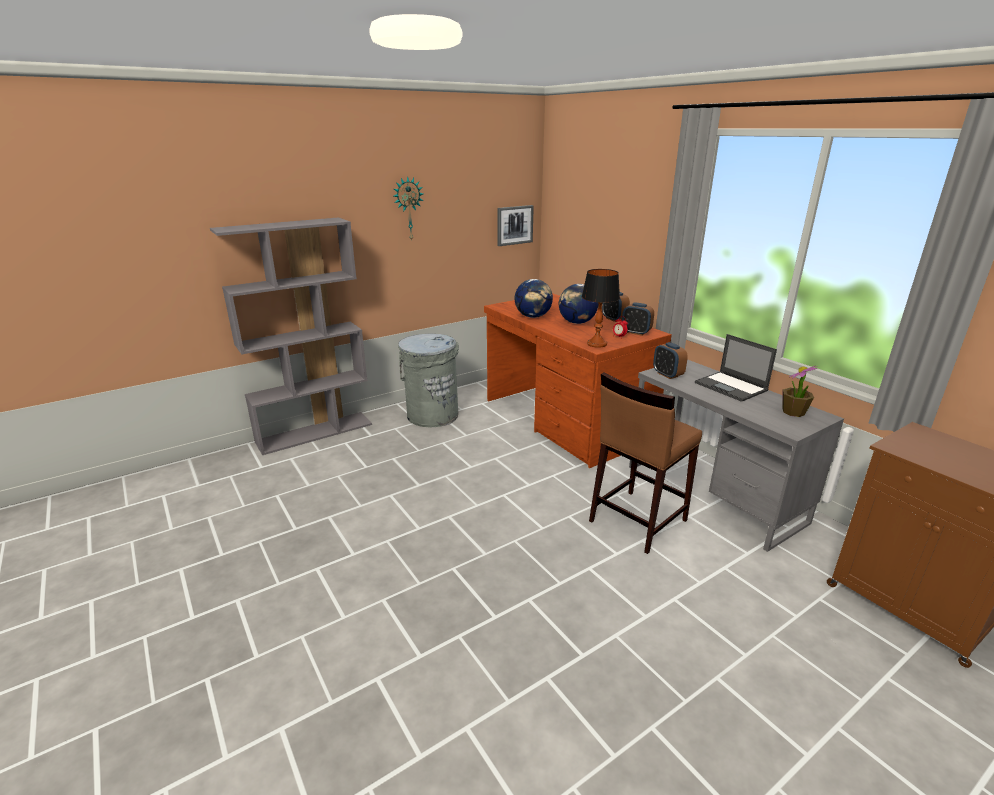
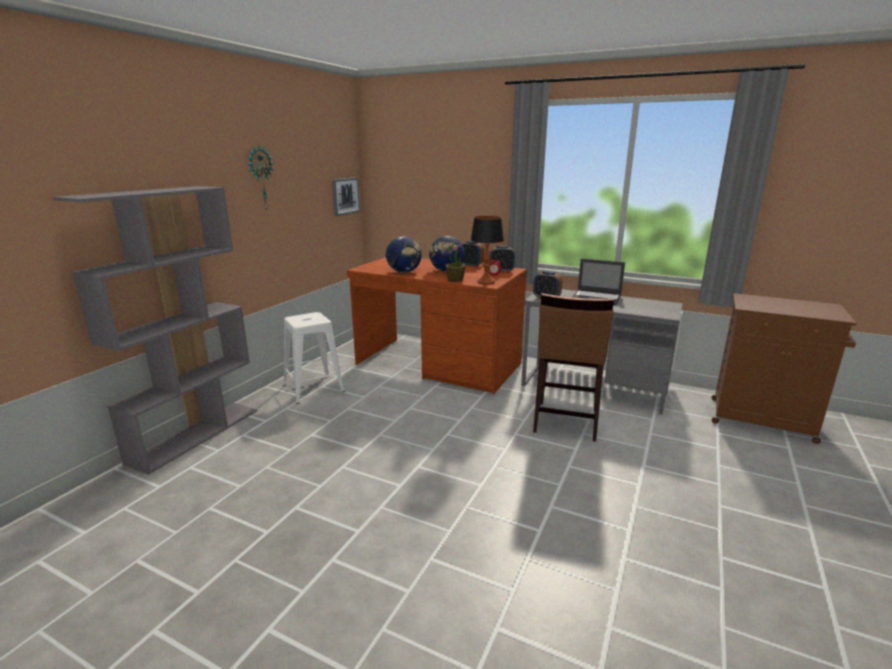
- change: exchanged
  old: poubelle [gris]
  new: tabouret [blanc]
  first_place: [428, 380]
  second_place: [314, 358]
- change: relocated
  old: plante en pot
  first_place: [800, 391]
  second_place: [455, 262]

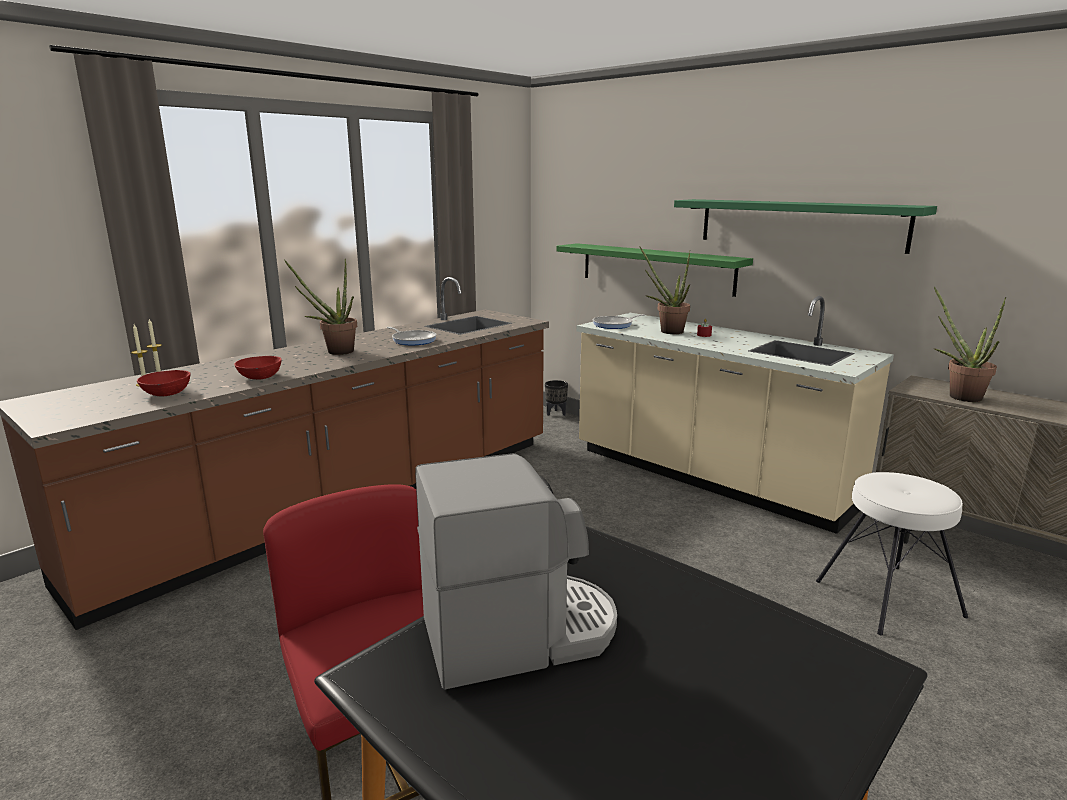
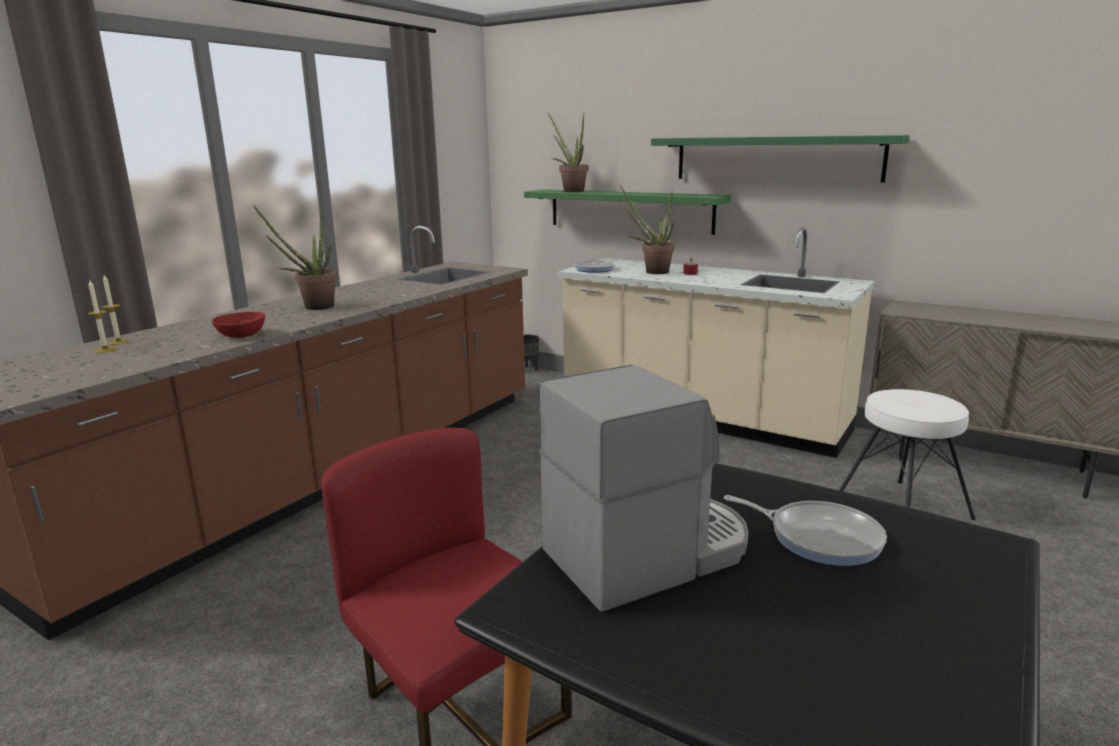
- change: relocated
  old: plante en pot
  first_place: [970, 344]
  second_place: [568, 152]
- change: relocated
  old: poêle
  first_place: [412, 336]
  second_place: [805, 530]
- change: missing
  old: bol [rouge]
  first_place: [163, 383]

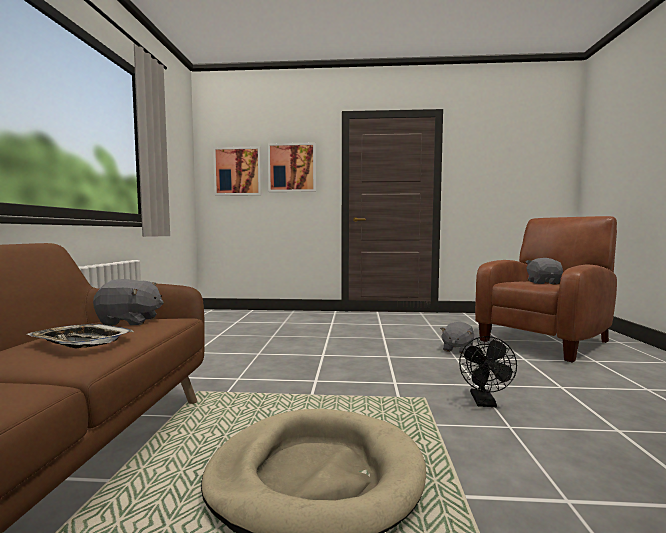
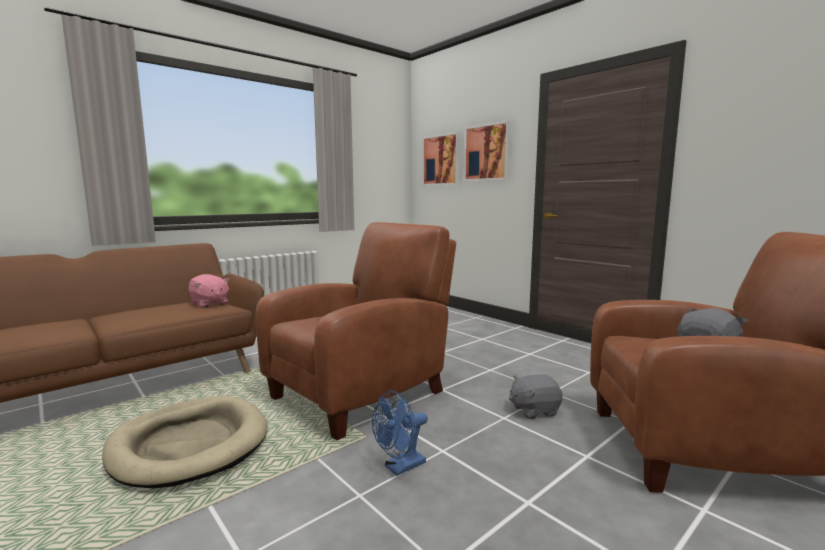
- change: colour
  old: peluche [gris]
  new: peluche [rose]
  first_place: [128, 302]
  second_place: [209, 291]
- change: missing
  old: plateau
  first_place: [80, 336]
- change: colour
  old: ventilateur [noir]
  new: ventilateur [bleu]
  first_place: [488, 371]
  second_place: [400, 433]
- change: appeared
  new: fauteuil [marron]
  second_place: [355, 331]

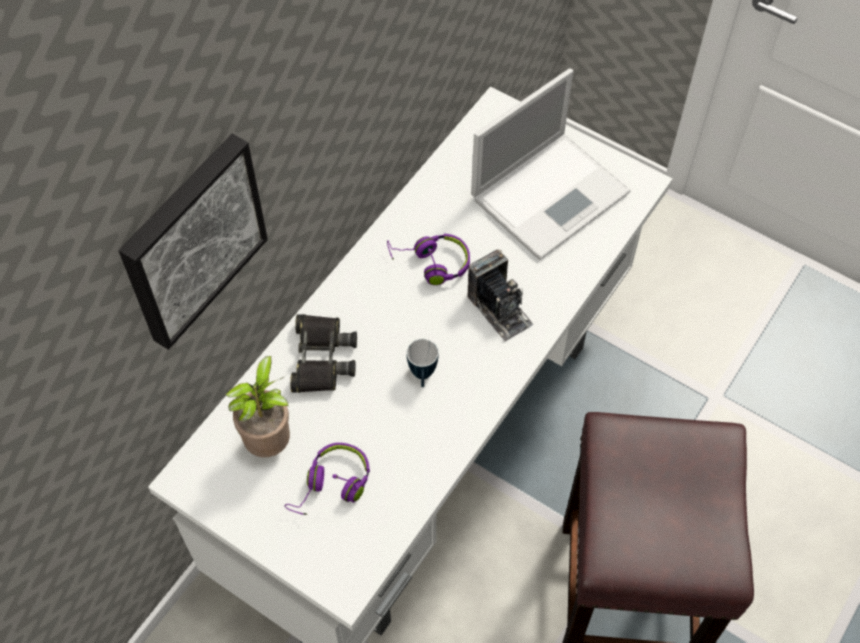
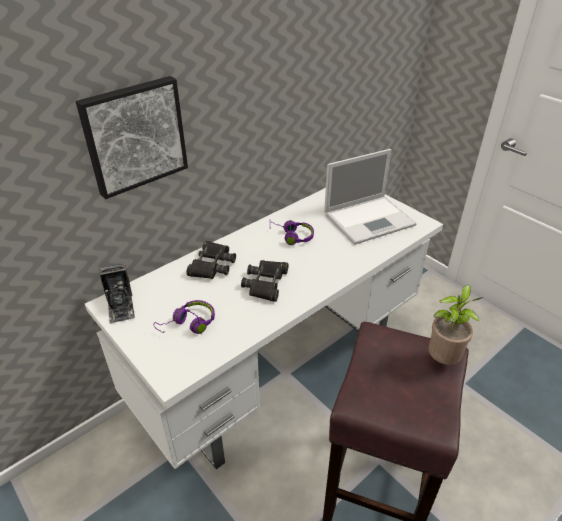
- change: relocated
  old: appareil photo
  first_place: [501, 295]
  second_place: [117, 294]
- change: exchanged
  old: mug
  new: jumelles [noir]
  first_place: [422, 363]
  second_place: [265, 281]
- change: relocated
  old: plante en pot
  first_place: [258, 406]
  second_place: [455, 325]

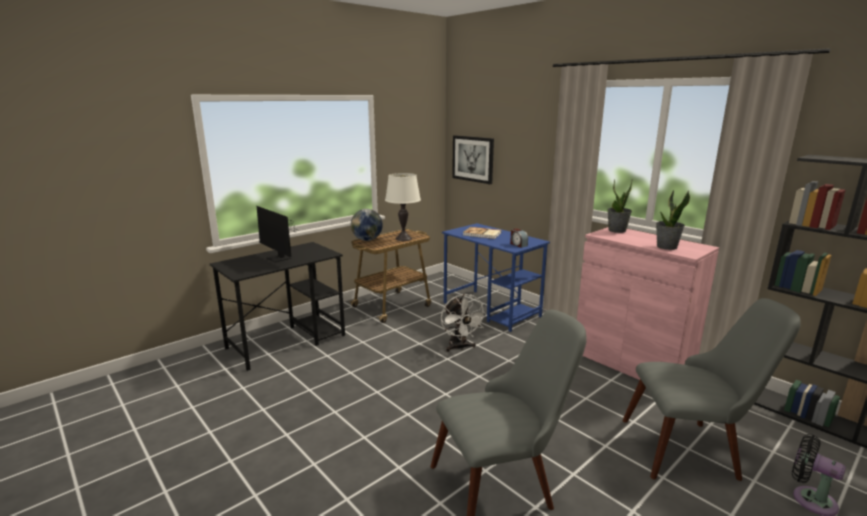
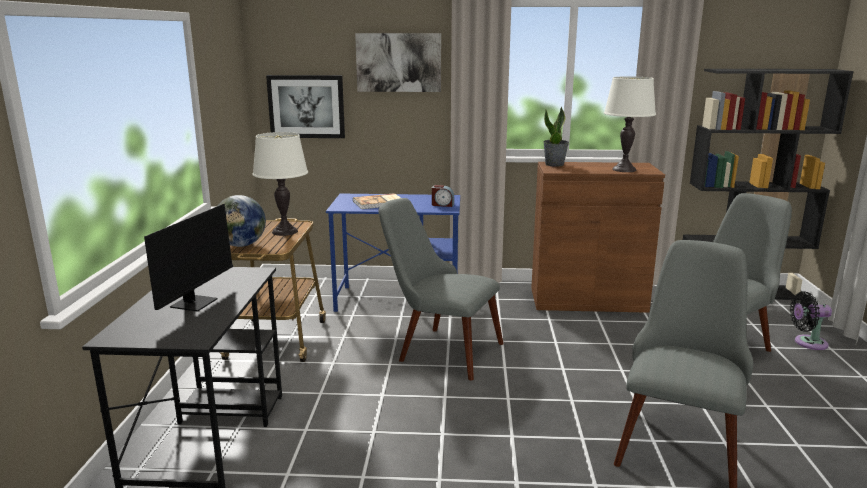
- change: exchanged
  old: plante en pot
  new: lampe de table [blanc]
  first_place: [673, 220]
  second_place: [630, 124]
- change: spun
  old: écran d'ordinateur
  first_place: [276, 234]
  second_place: [194, 257]
  degrees: -75
- change: colour
  old: meuble de rangement [rose]
  new: meuble de rangement [marron]
  first_place: [648, 303]
  second_place: [598, 237]
- change: exchanged
  old: ventilateur [blanc]
  new: chaise [gris]
  first_place: [464, 323]
  second_place: [440, 289]
- change: appeared
  new: tableau
  second_place: [398, 62]

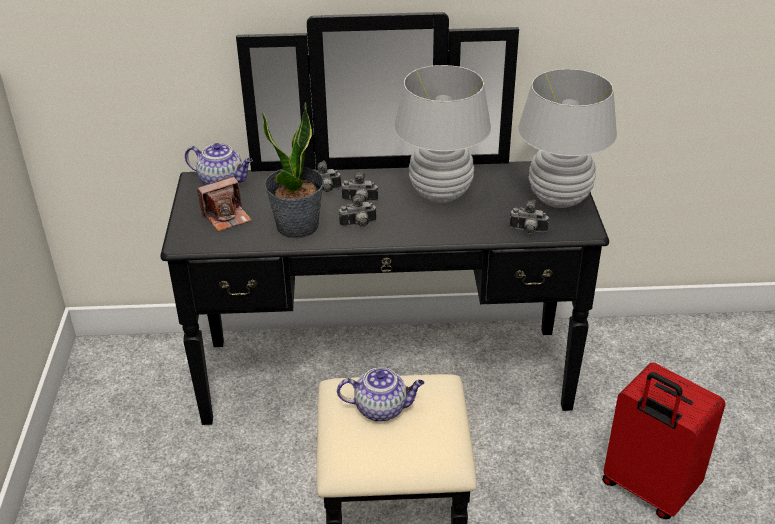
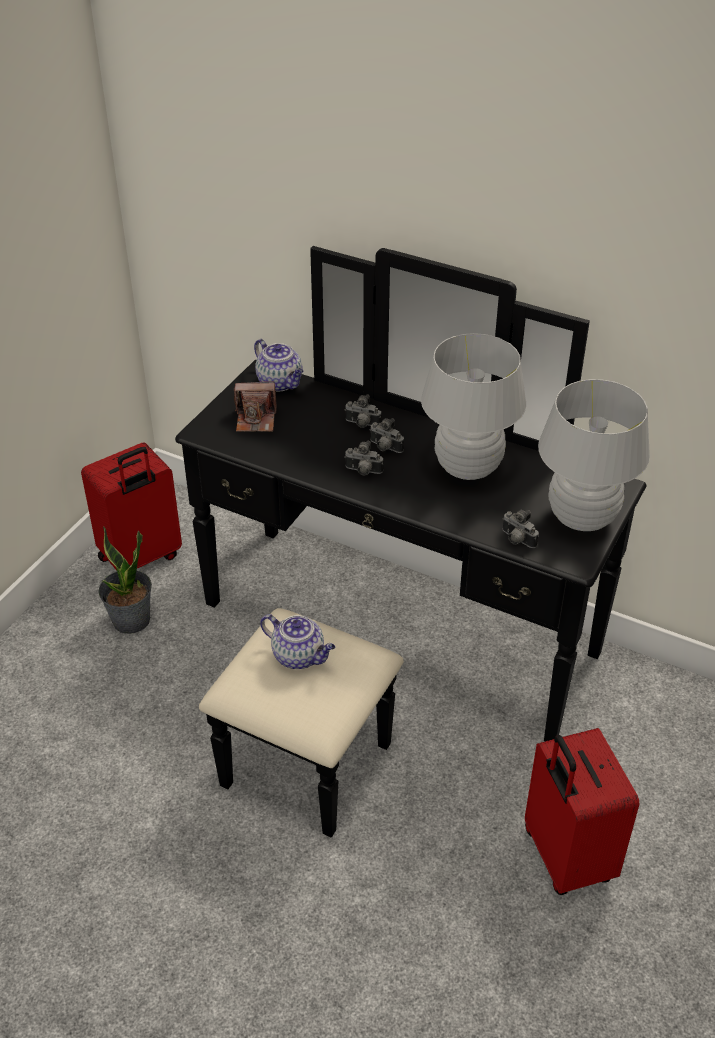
- change: relocated
  old: plante en pot
  first_place: [293, 170]
  second_place: [125, 580]
- change: appeared
  new: valise [rouge]
  second_place: [131, 507]

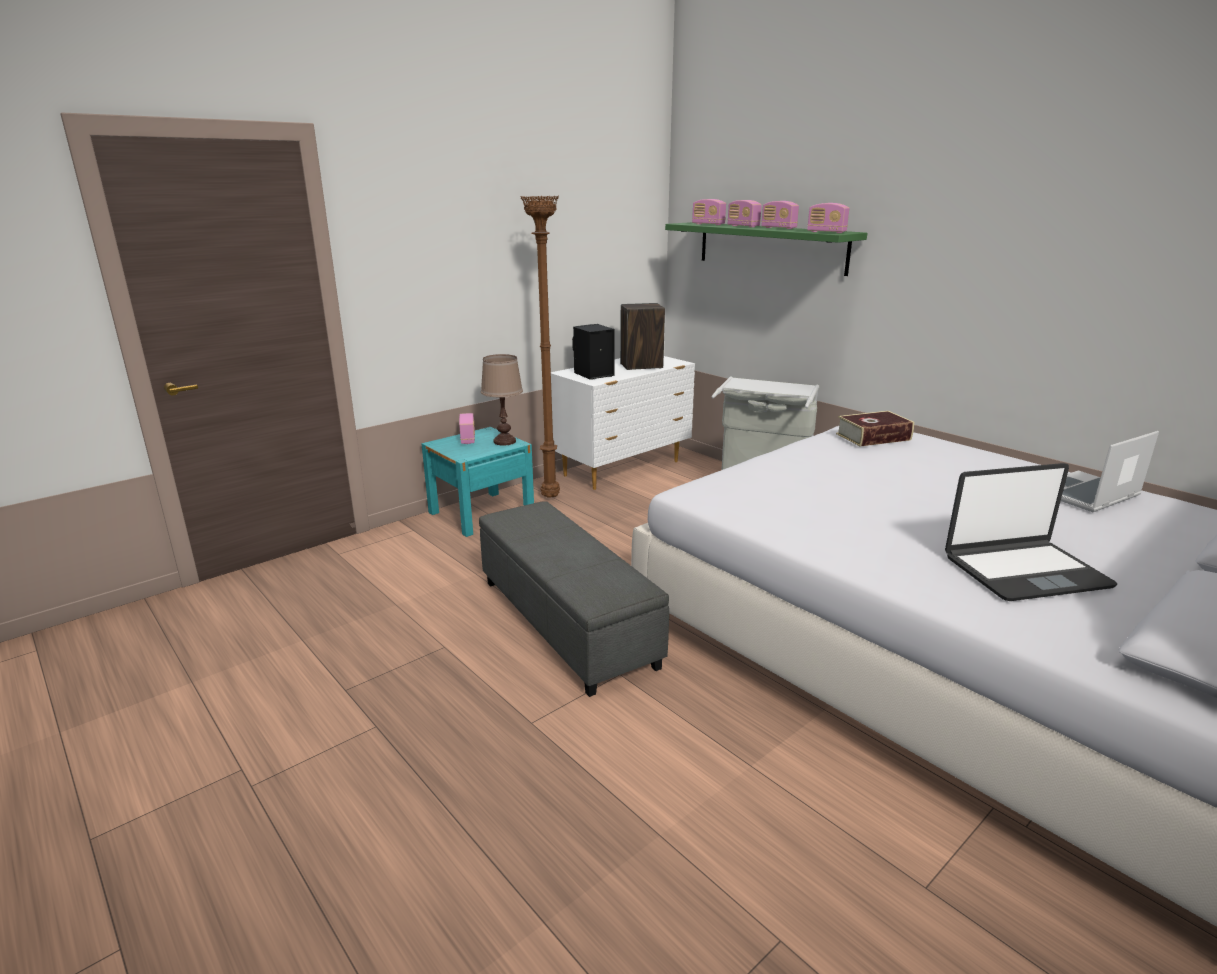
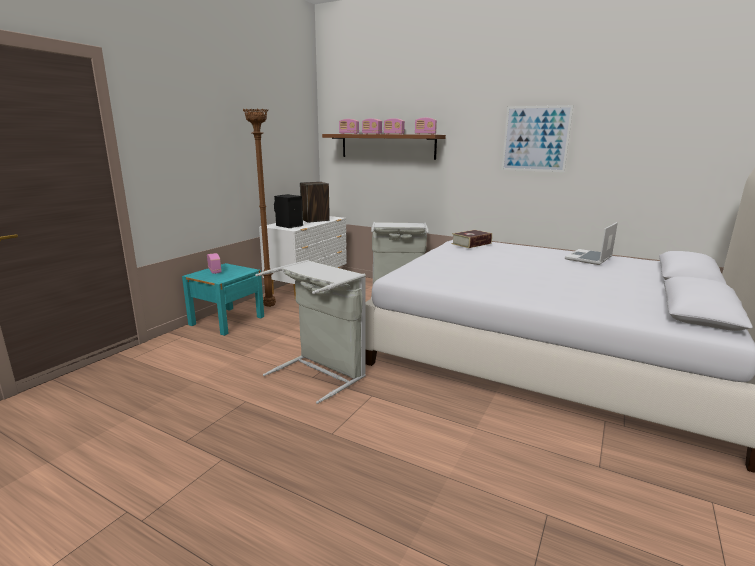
- change: colour
  old: étagère [vert]
  new: étagère [marron]
  first_place: [766, 249]
  second_place: [384, 147]
- change: missing
  old: lampe de table [marron]
  first_place: [502, 400]
- change: missing
  old: ordinateur portable
  first_place: [1031, 532]
- change: exchanged
  old: pouf [gris]
  new: panier à linge [gris]
  first_place: [574, 599]
  second_place: [310, 332]
- change: appeared
  new: tableau
  second_place: [537, 138]

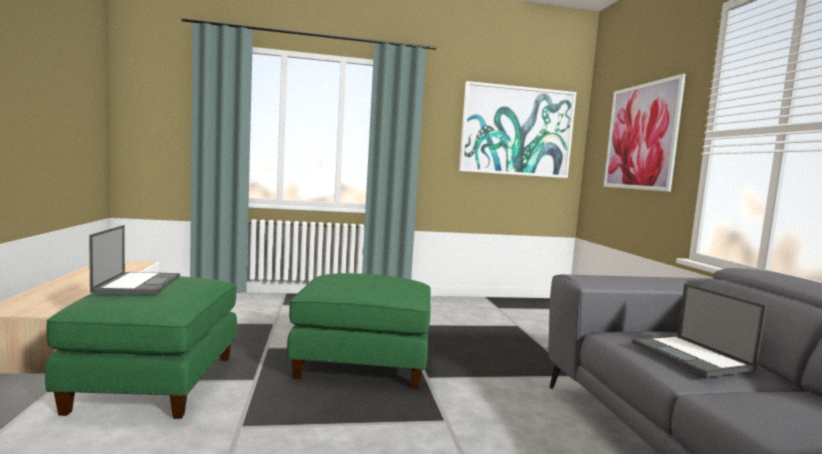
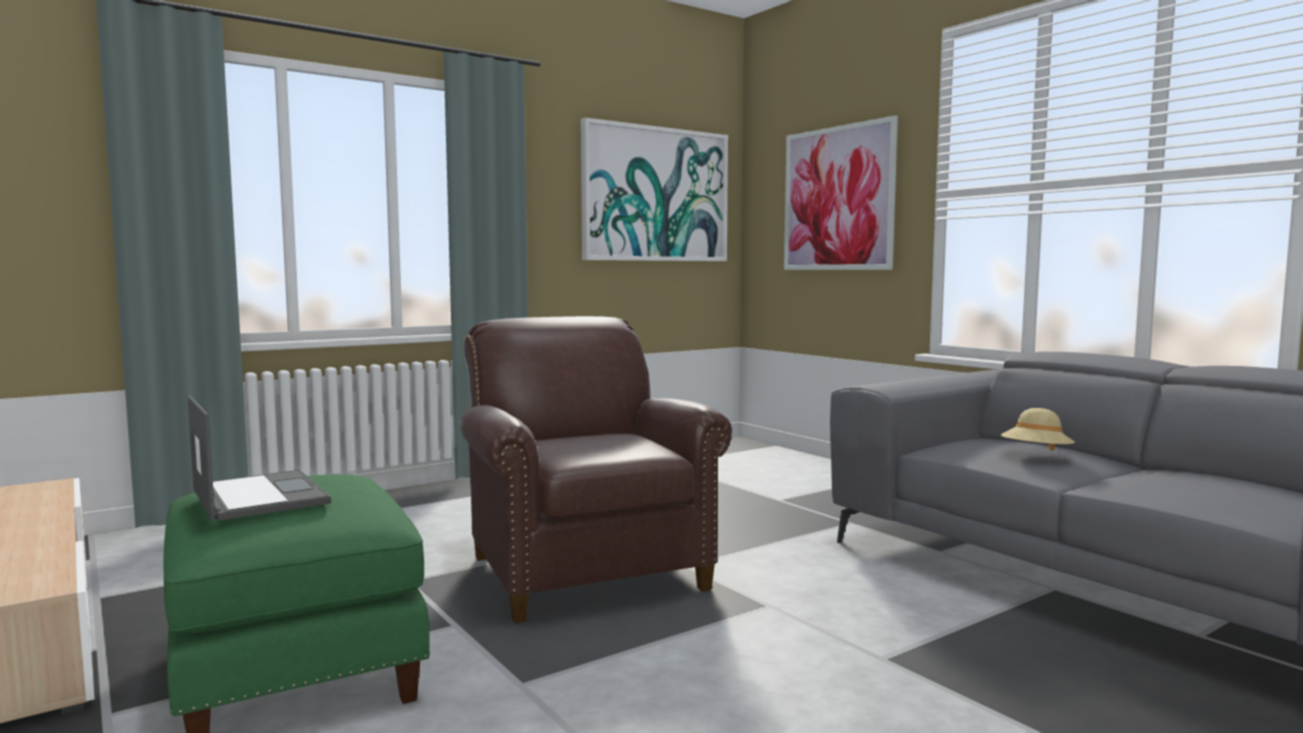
- change: exchanged
  old: pouf [vert]
  new: fauteuil [marron]
  first_place: [359, 331]
  second_place: [596, 469]
- change: exchanged
  old: ordinateur portable
  new: chapeau [beige]
  first_place: [699, 330]
  second_place: [1037, 429]

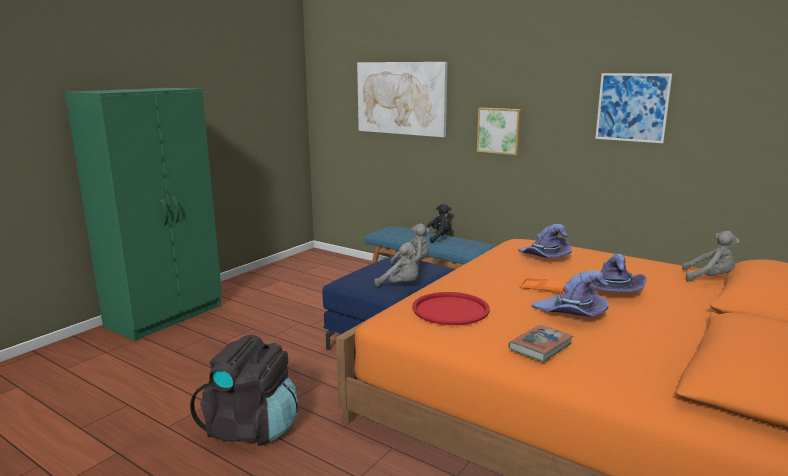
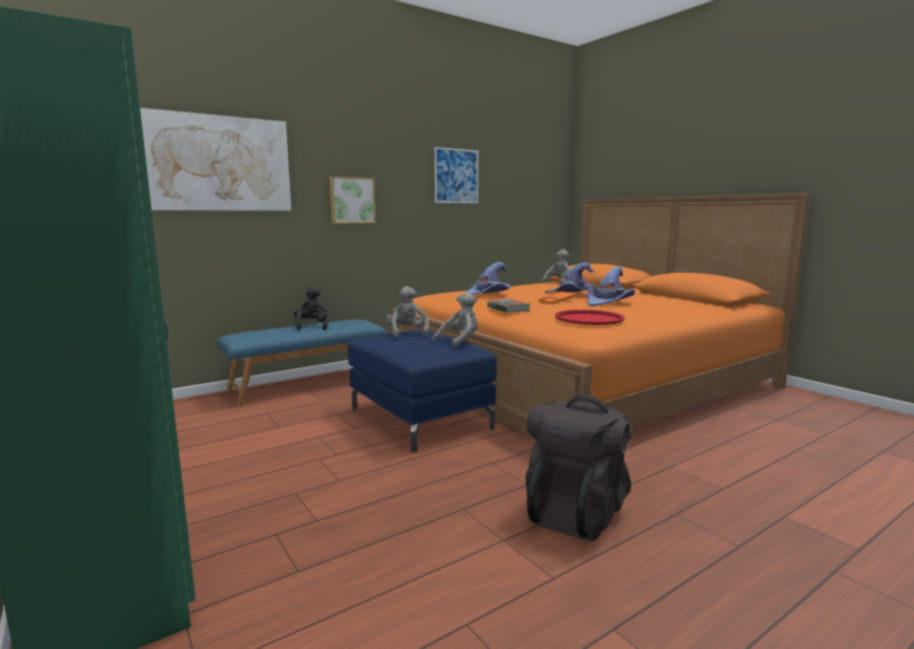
- change: relocated
  old: livre
  first_place: [541, 343]
  second_place: [509, 306]

